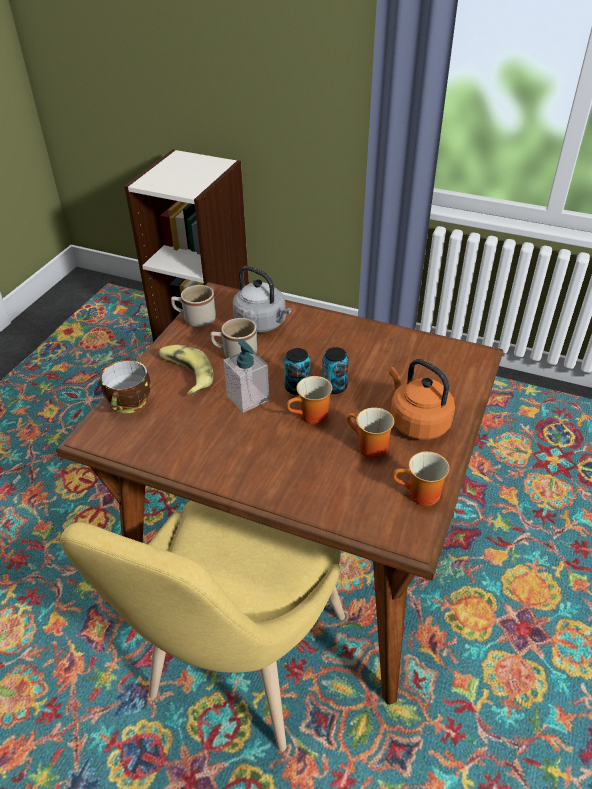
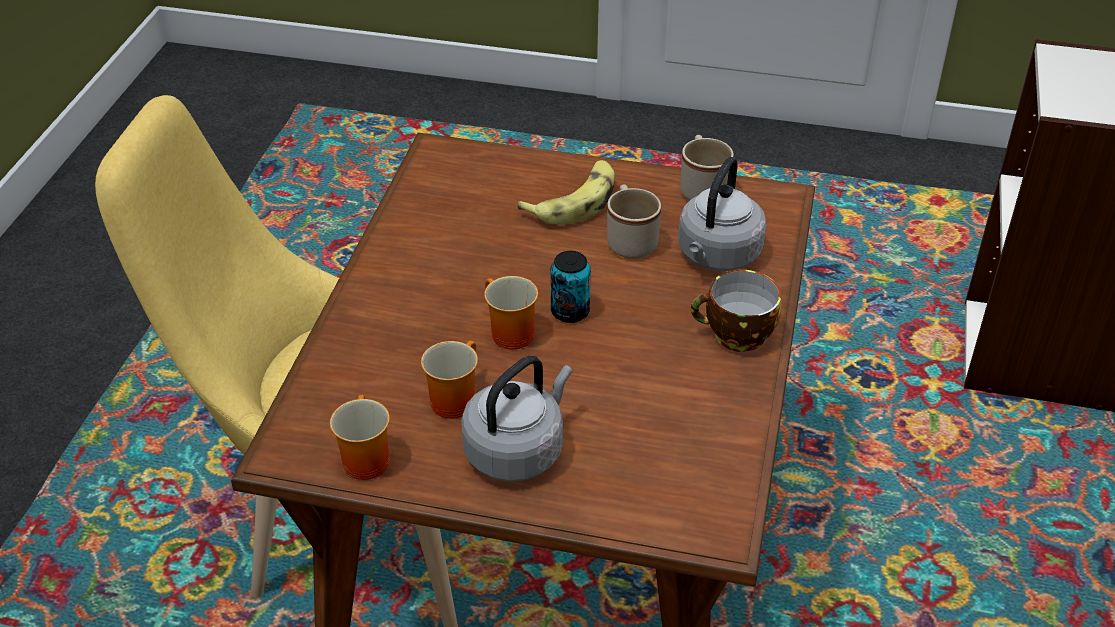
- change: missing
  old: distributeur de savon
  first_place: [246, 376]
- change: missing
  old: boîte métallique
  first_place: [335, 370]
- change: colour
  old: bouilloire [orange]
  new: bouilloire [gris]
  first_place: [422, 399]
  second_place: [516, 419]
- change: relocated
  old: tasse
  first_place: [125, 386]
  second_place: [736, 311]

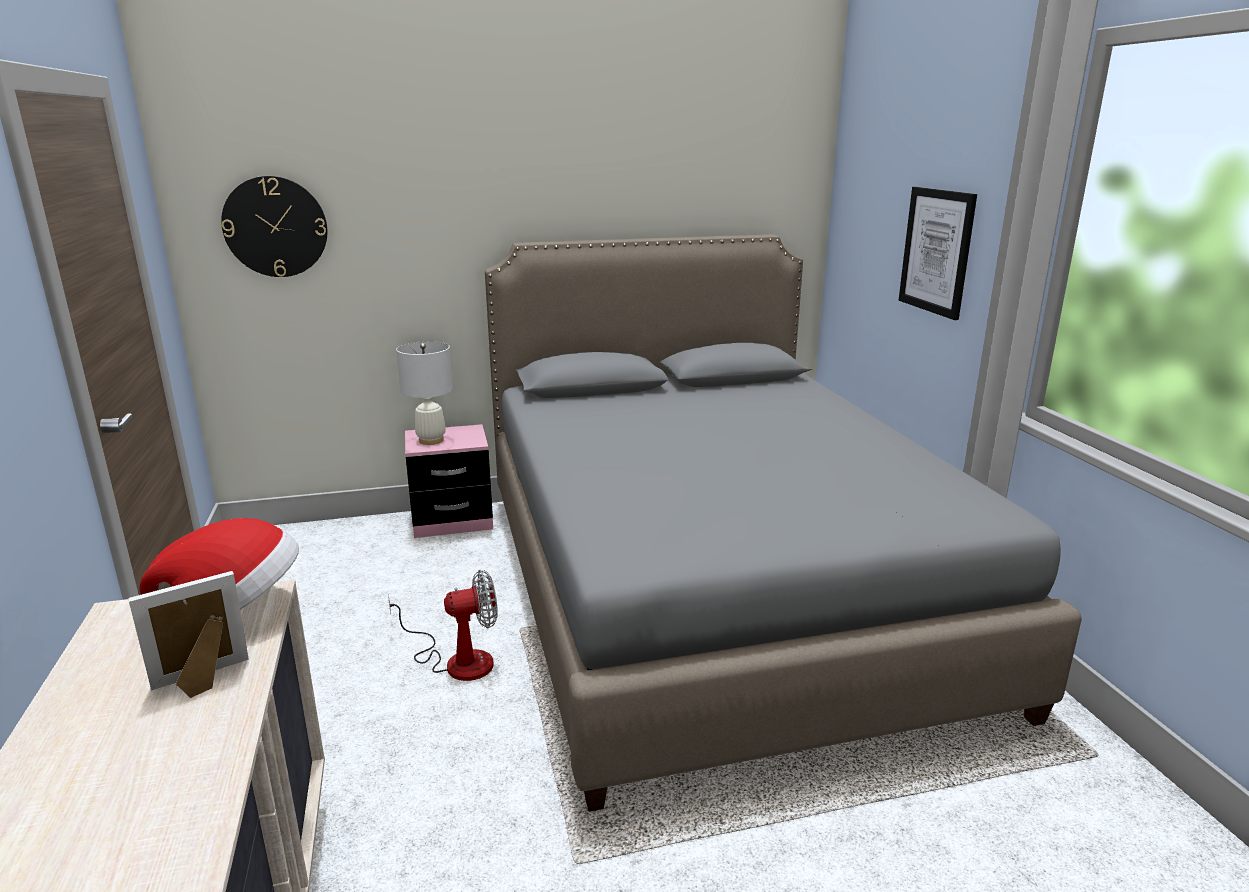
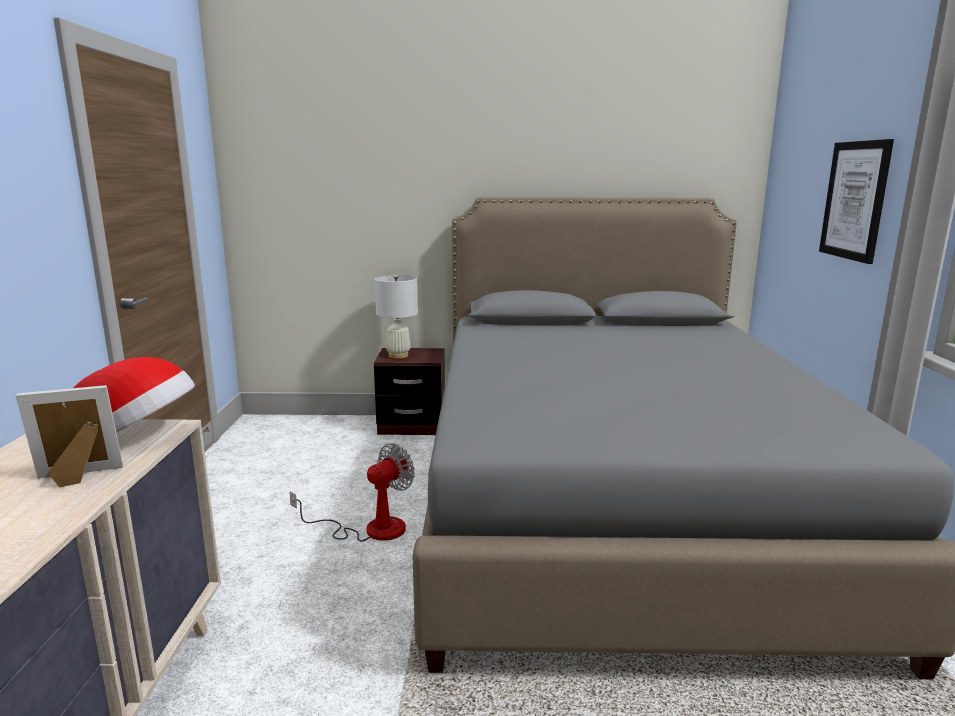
- change: missing
  old: horloge murale
  first_place: [274, 226]
- change: colour
  old: table de chevet [rose]
  new: table de chevet [marron]
  first_place: [449, 481]
  second_place: [409, 391]
- change: spun
  old: ventilateur
  first_place: [443, 625]
  second_place: [352, 492]
  degrees: -45

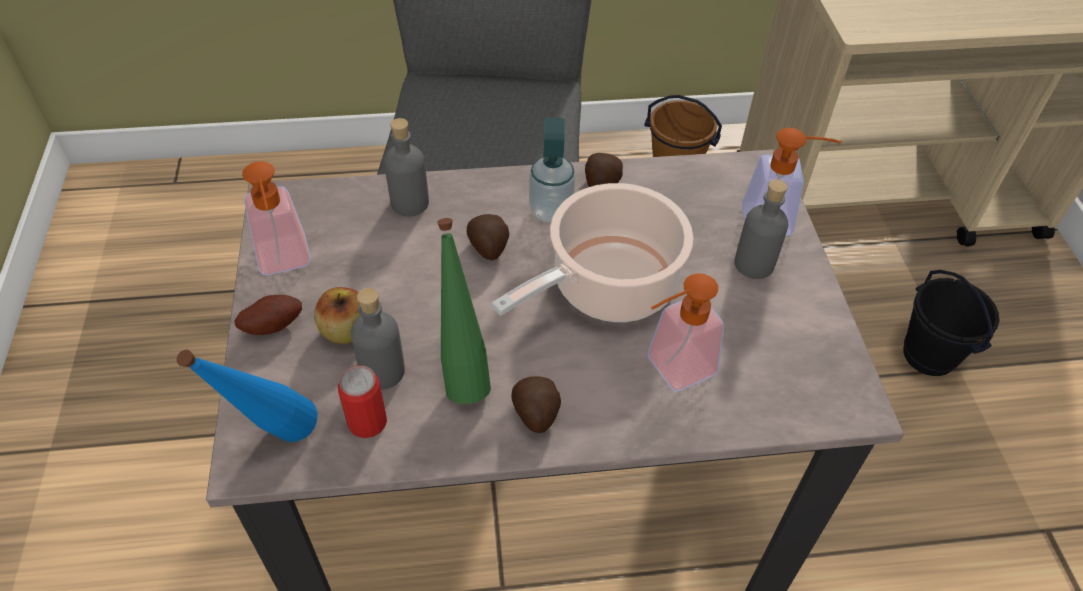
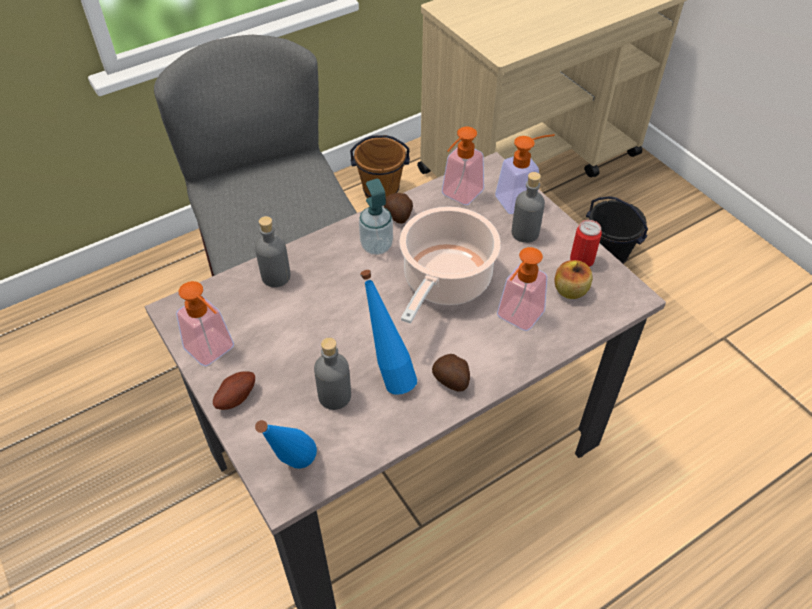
- change: missing
  old: pomme de terre
  first_place: [488, 237]
- change: colour
  old: bouteille [vert]
  new: bouteille [bleu]
  first_place: [464, 311]
  second_place: [388, 332]
- change: relocated
  old: pomme
  first_place: [337, 315]
  second_place: [573, 279]
- change: relocated
  old: boîte métallique
  first_place: [362, 401]
  second_place: [586, 243]
- change: appeared
  new: distributeur de savon
  second_place: [463, 165]

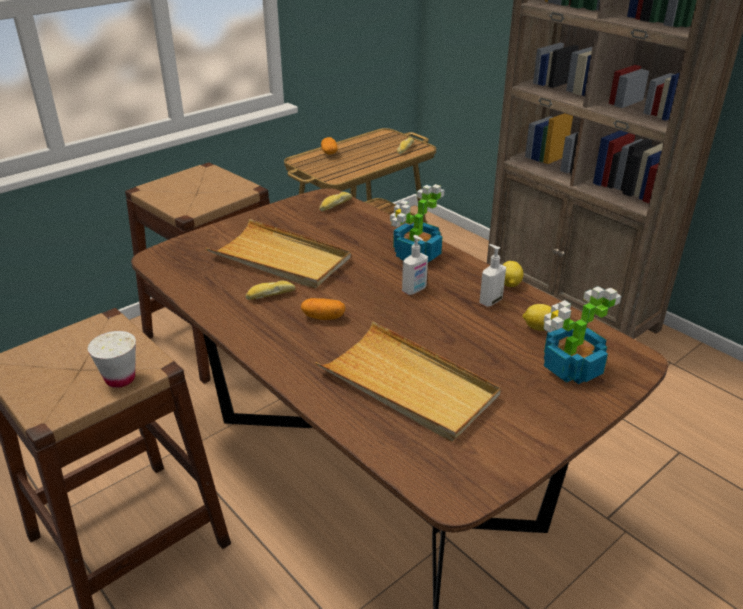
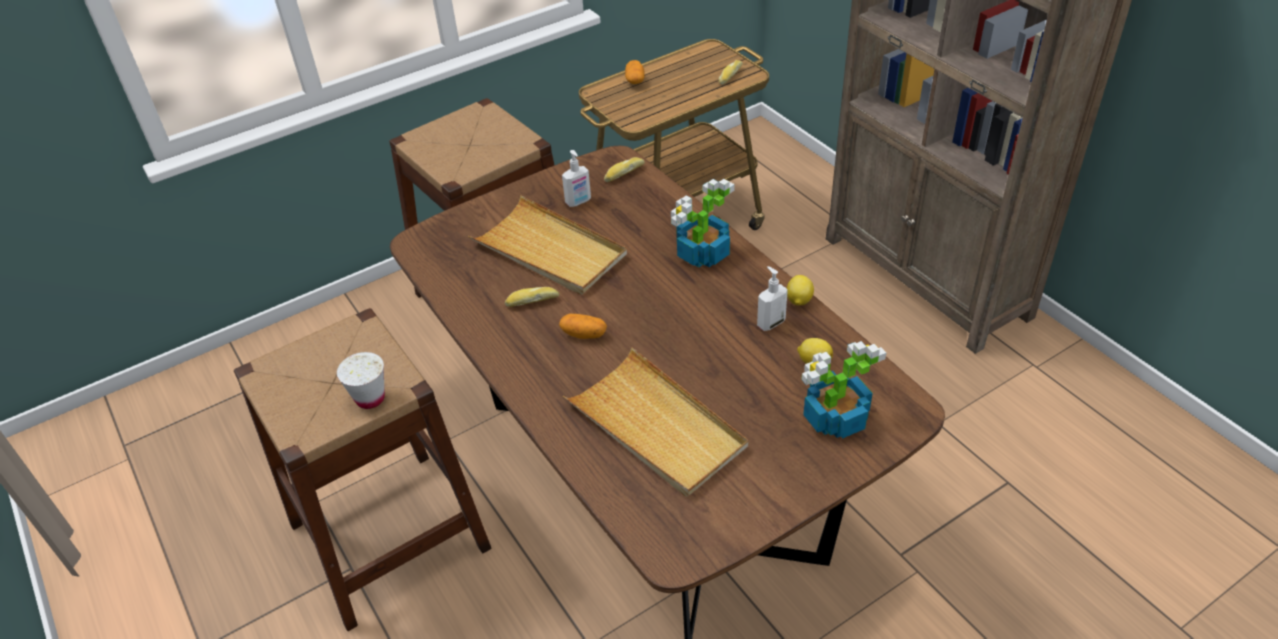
- change: relocated
  old: distributeur de savon
  first_place: [415, 265]
  second_place: [576, 178]

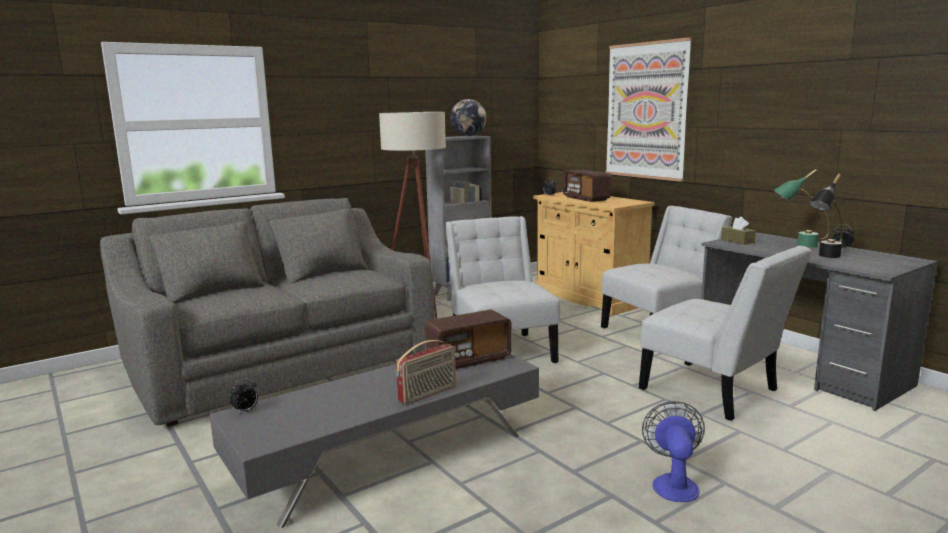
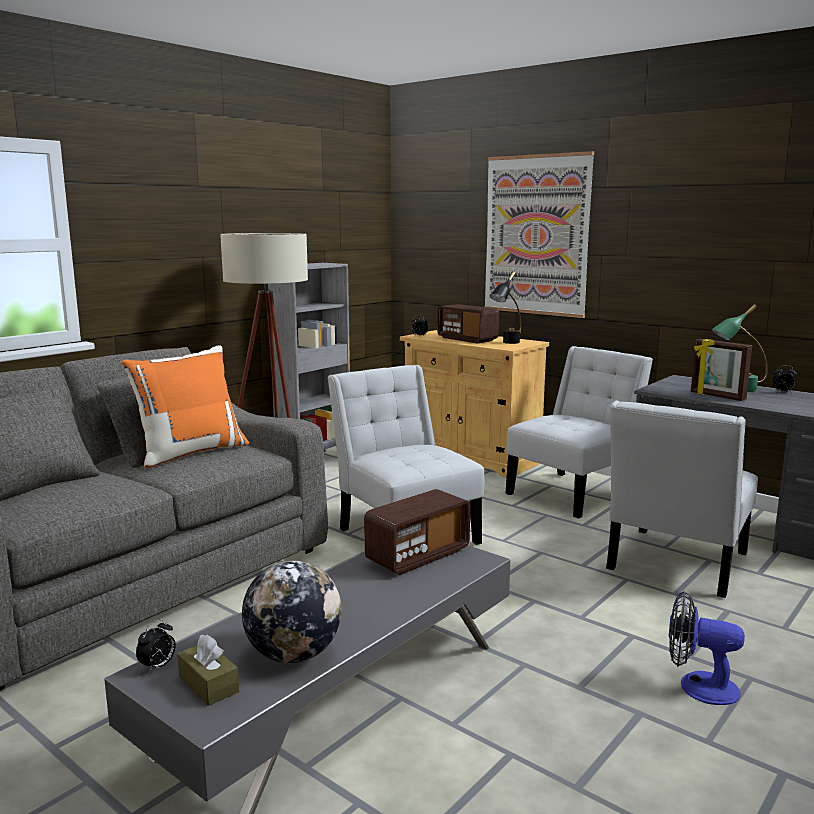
- change: relocated
  old: globe
  first_place: [468, 117]
  second_place: [292, 612]
- change: relocated
  old: lampe de table [noir]
  first_place: [825, 216]
  second_place: [505, 307]
- change: relocated
  old: boîte à mouchoirs [marron]
  first_place: [738, 230]
  second_place: [208, 670]
- change: spun
  old: chaise [blanc]
  first_place: [725, 333]
  second_place: [682, 499]
  degrees: 90
- change: missing
  old: radio
  first_place: [426, 372]
- change: spun
  old: ventilateur
  first_place: [673, 451]
  second_place: [707, 648]
  degrees: -60
- change: appeared
  new: cadre photo
  second_place: [721, 370]
- change: appeared
  new: coussin [orange]
  second_place: [185, 407]

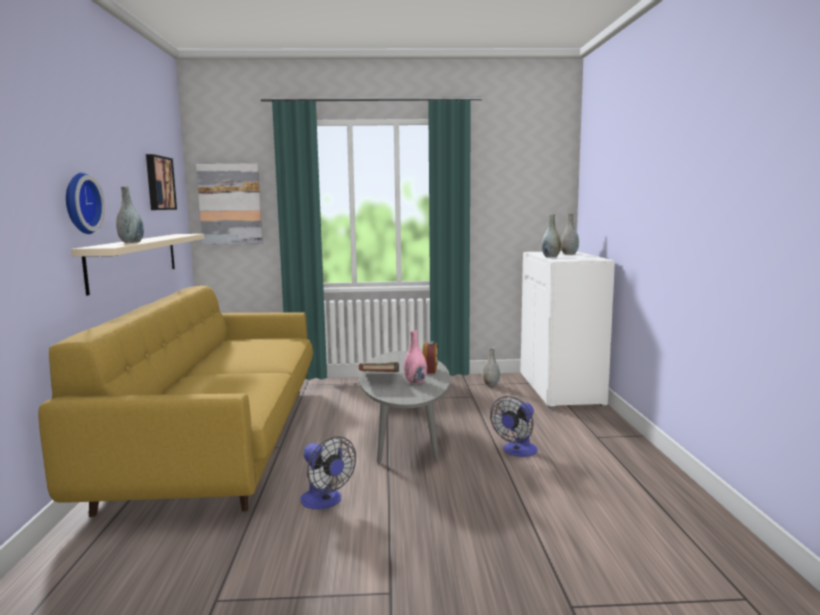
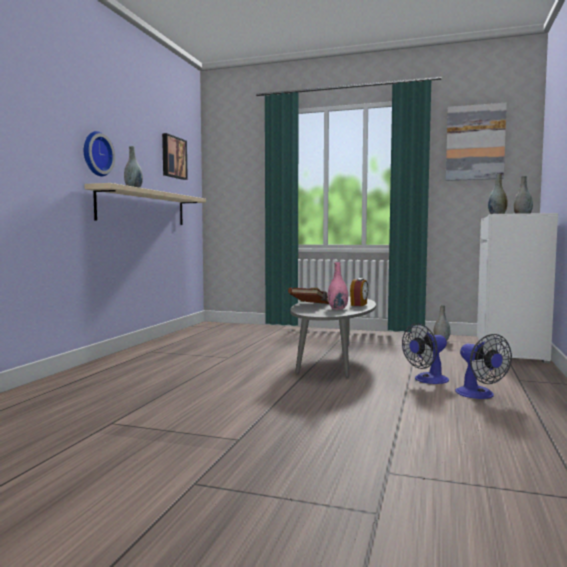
- change: relocated
  old: tableau
  first_place: [229, 204]
  second_place: [476, 142]
- change: missing
  old: canapé [jaune]
  first_place: [175, 401]
- change: relocated
  old: ventilateur
  first_place: [328, 472]
  second_place: [483, 366]

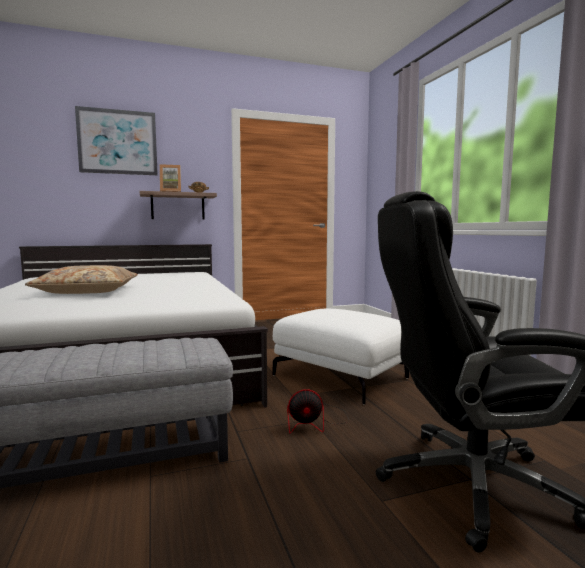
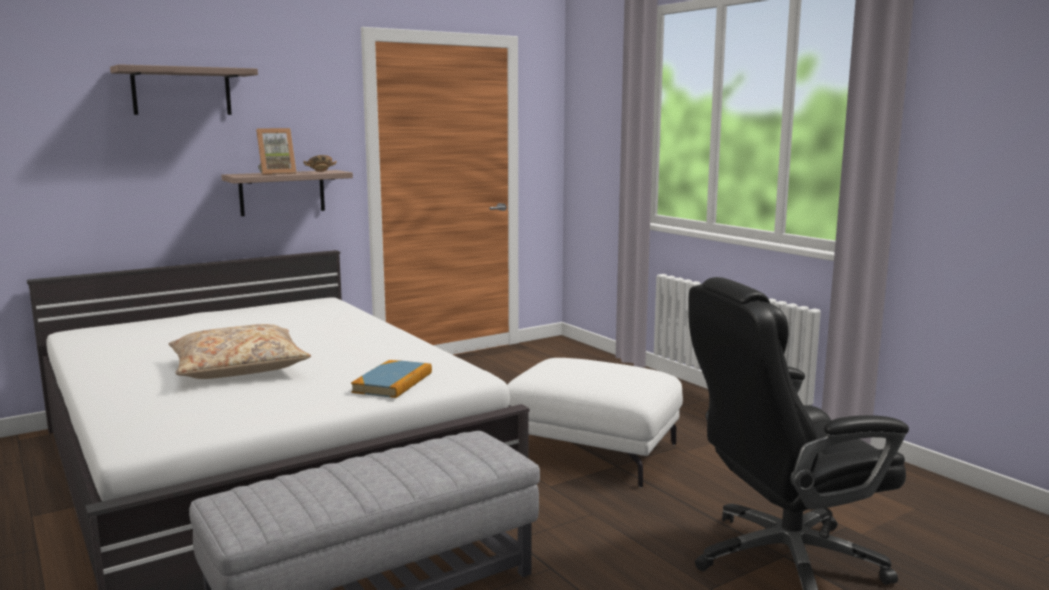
- change: exchanged
  old: tableau
  new: étagère
  first_place: [116, 140]
  second_place: [184, 89]
- change: missing
  old: ventilateur
  first_place: [318, 411]
- change: appeared
  new: livre
  second_place: [391, 379]

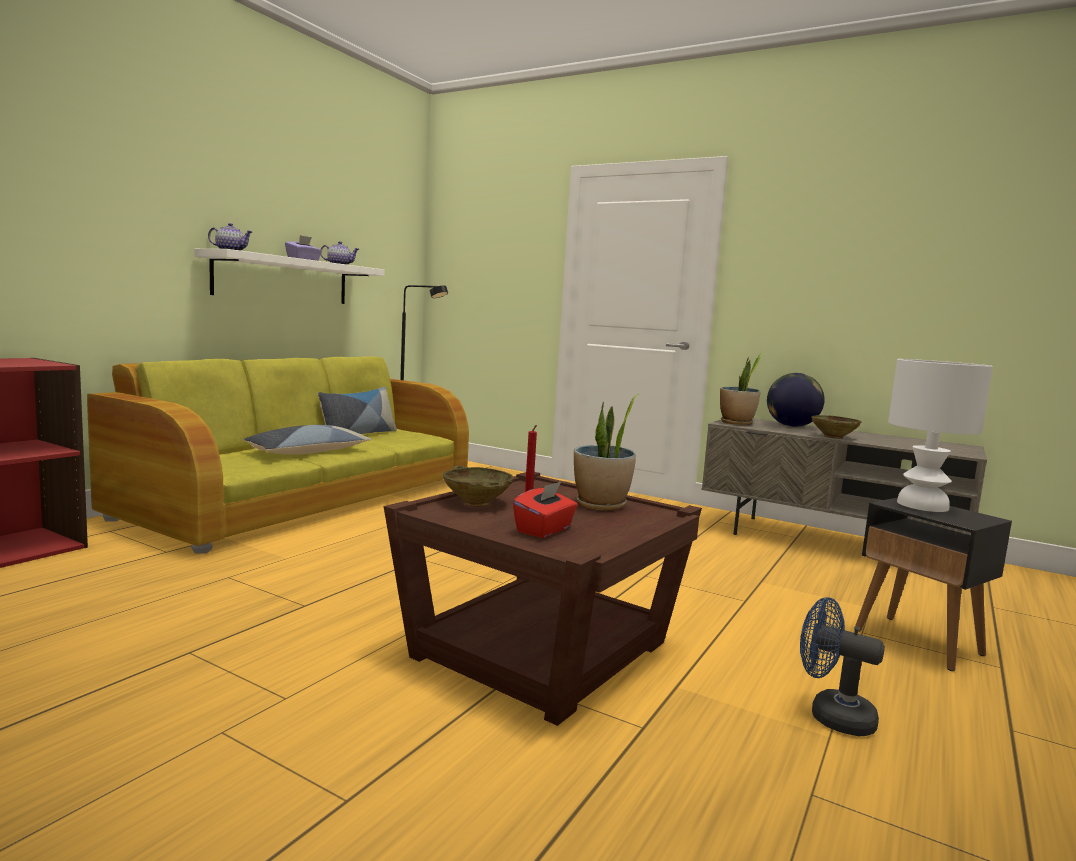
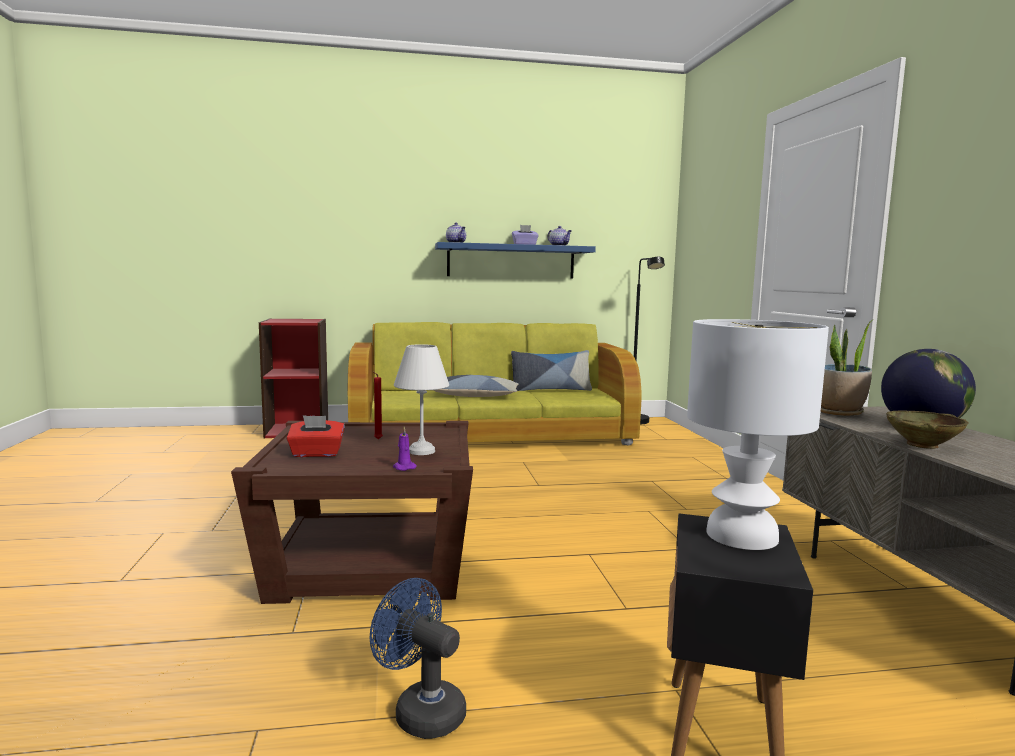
- change: colour
  old: étagère [blanc]
  new: étagère [bleu]
  first_place: [289, 276]
  second_place: [515, 260]
- change: exchanged
  old: plante en pot
  new: lampe de table [blanc]
  first_place: [606, 452]
  second_place: [421, 399]
- change: missing
  old: bol [beige]
  first_place: [478, 486]
- change: spun
  old: ventilateur [bleu]
  first_place: [842, 666]
  second_place: [418, 658]
  degrees: -45
- change: appeared
  new: bougie [violet]
  second_place: [405, 449]

